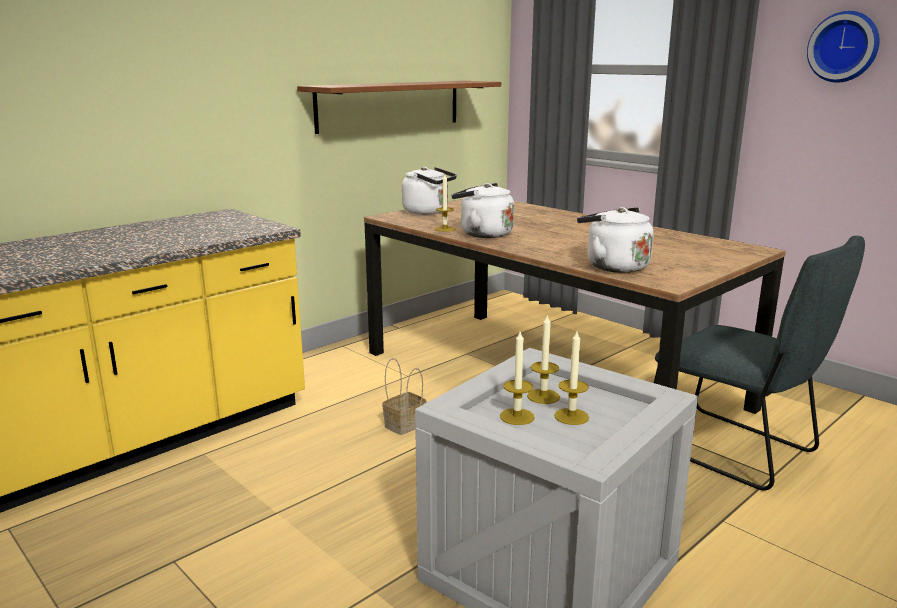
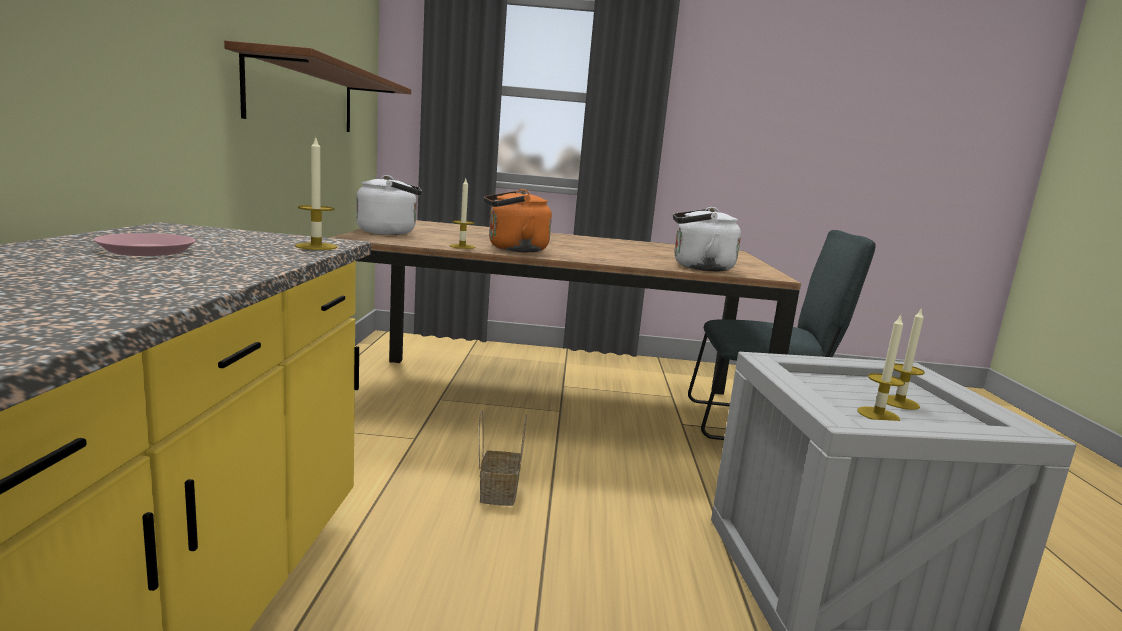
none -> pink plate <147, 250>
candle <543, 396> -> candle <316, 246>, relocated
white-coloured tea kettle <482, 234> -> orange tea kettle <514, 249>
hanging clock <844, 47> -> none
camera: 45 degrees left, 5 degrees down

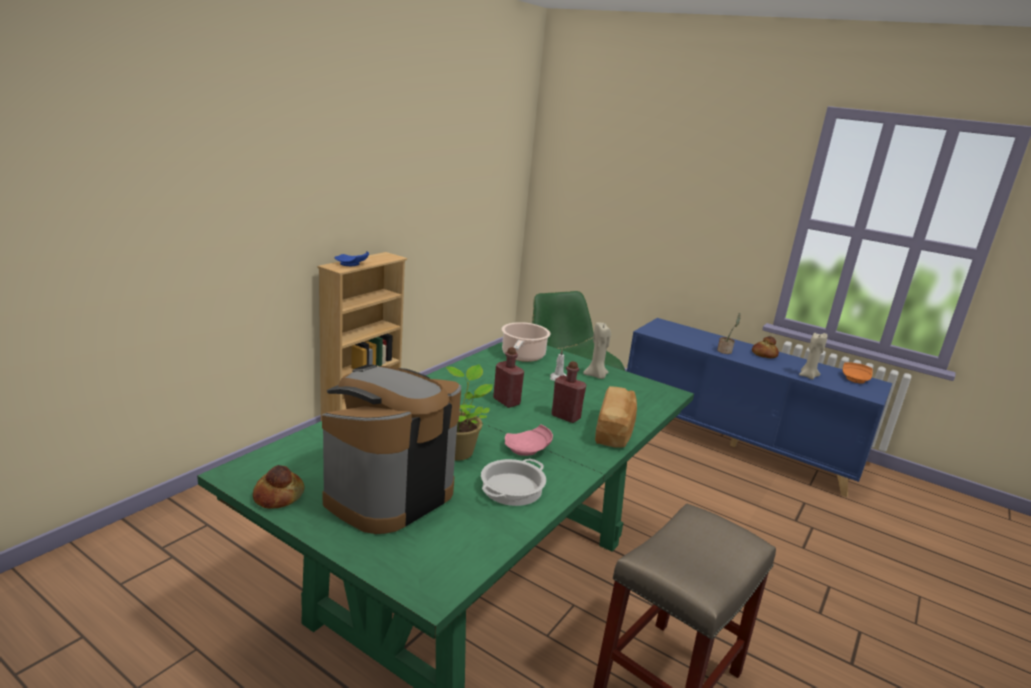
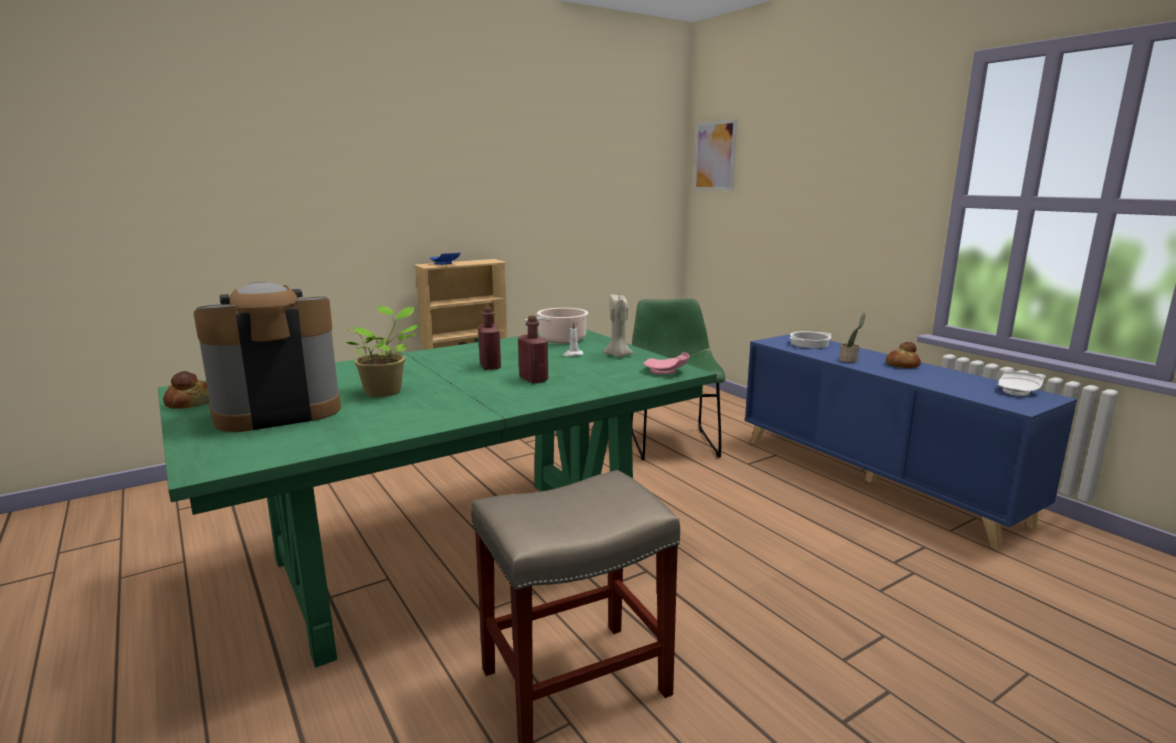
pink plate <528, 449> -> pink plate <666, 371>, relocated
none -> wall picture <715, 156>
stockpot <512, 489> -> stockpot <809, 344>, relocated
orange plate <855, 379> -> white-coloured plate <1017, 391>
bakery bread <615, 431> -> none
beige-coloured candle <808, 376> -> none
camera: 25 degrees right, 5 degrees down

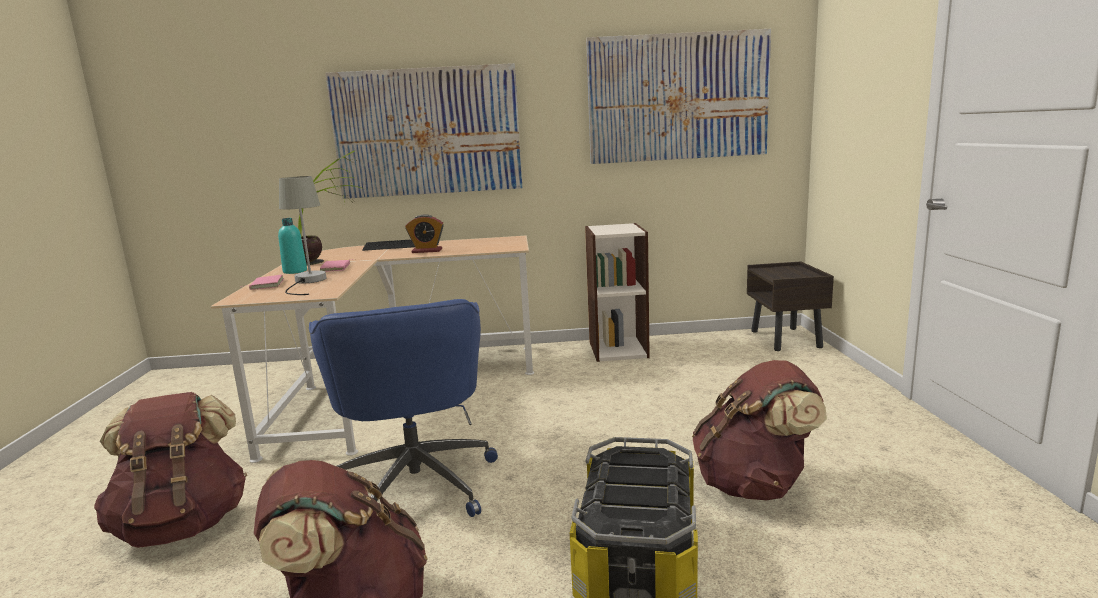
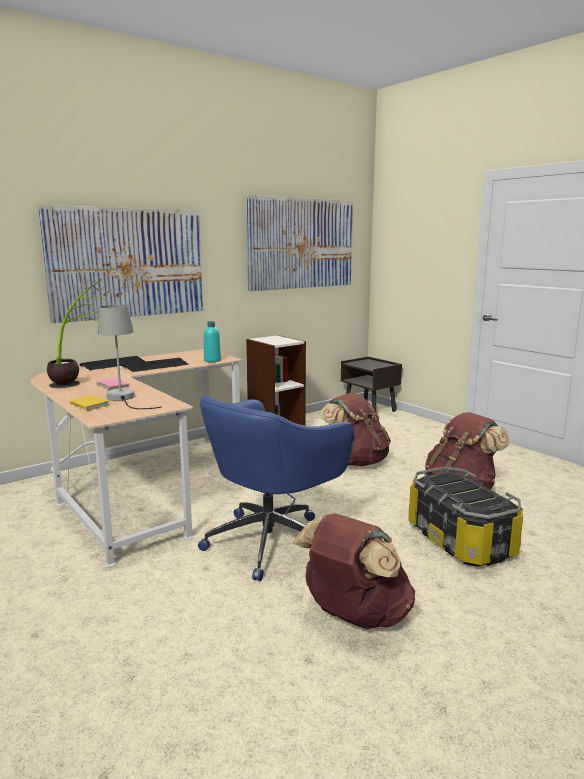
pink bound book <265, 285> -> yellowish bound book <88, 405>
bedside clock <427, 251> -> PC keyboard <156, 366>
blue-coloured office chair <416, 482> -> blue-coloured office chair <272, 540>, 90 degrees clockwise
turquoise-coloured beverage bottle <295, 271> -> turquoise-coloured beverage bottle <212, 360>, relocated
brownish rucksack <183, 525> -> brownish rucksack <355, 461>, relocated
camera: 35 degrees left, 0 degrees up

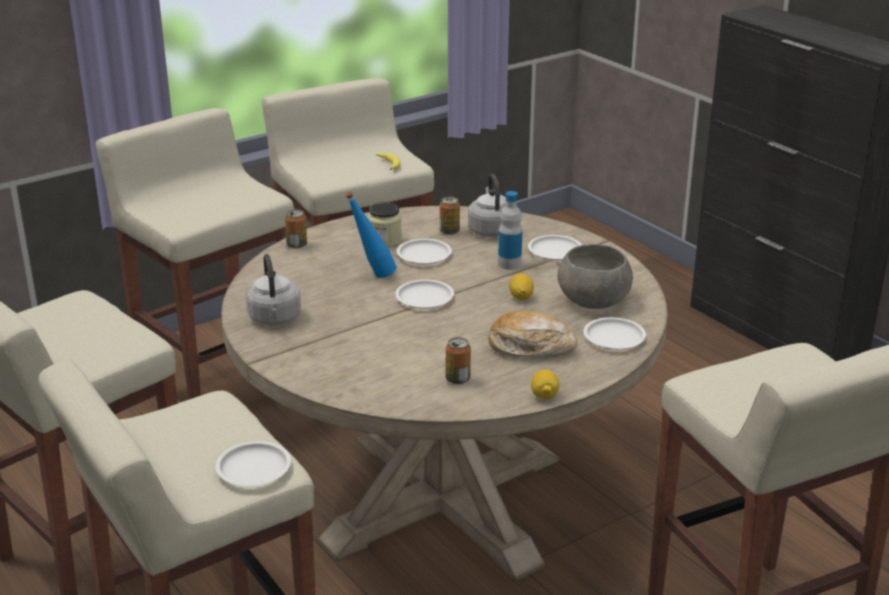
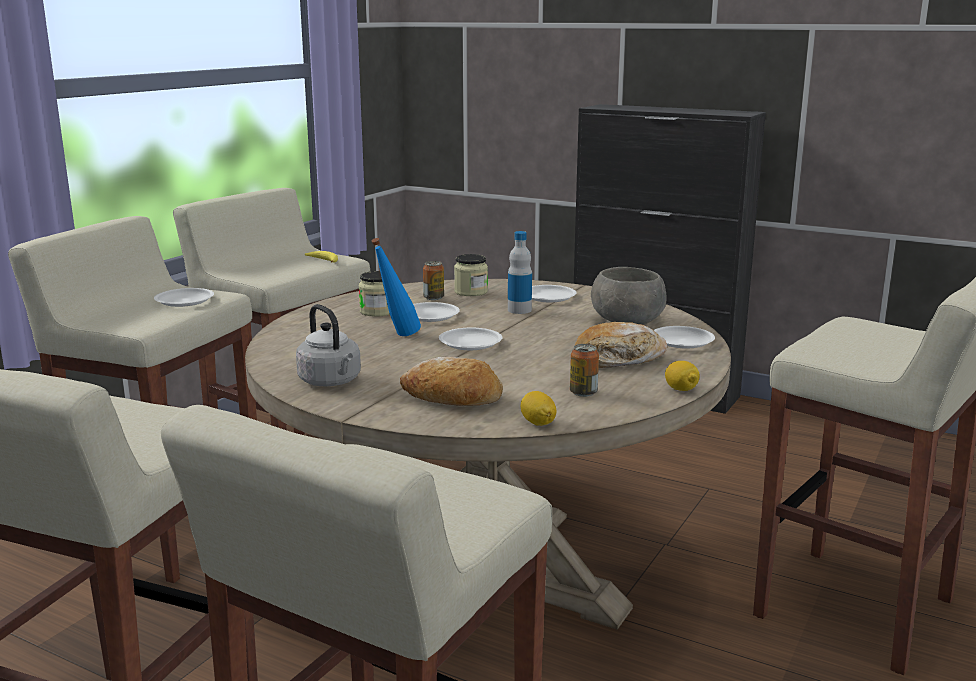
white-coloured plate <254, 469> -> white-coloured plate <185, 301>, relocated
none -> bakery bread <452, 398>
greyish tea kettle <490, 230> -> storage jar <471, 292>
citrus fruit <521, 297> -> citrus fruit <538, 423>, relocated
metal can <297, 245> -> none
camera: 25 degrees left, 10 degrees down

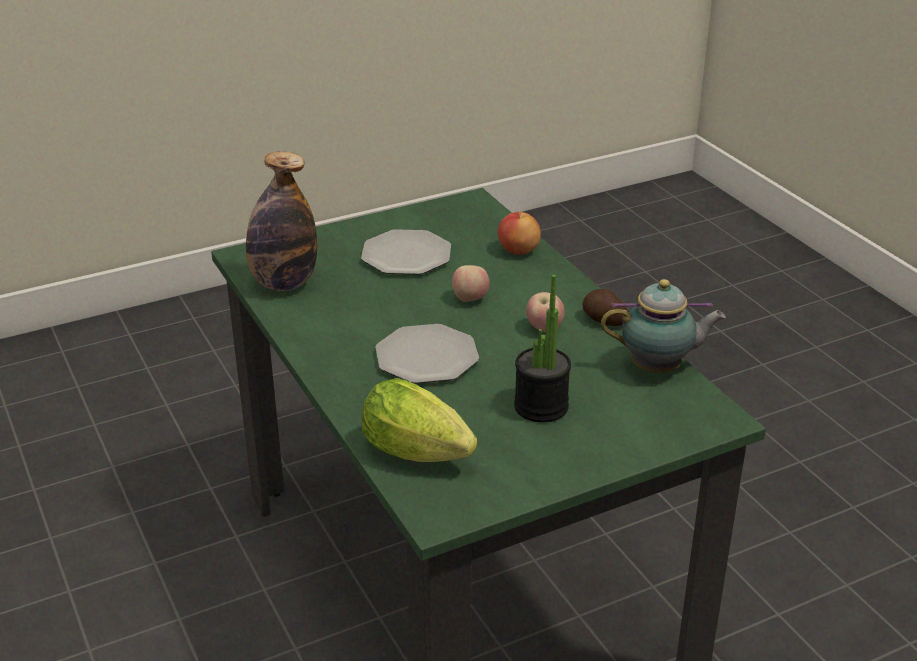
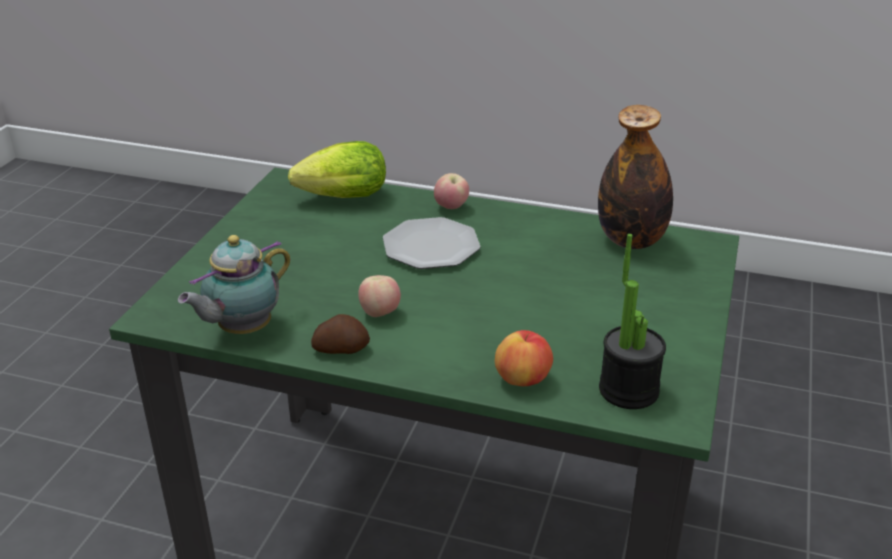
apple <470, 299> -> apple <451, 207>, relocated
plant in a pot <541, 406> -> plant in a pot <628, 390>, relocated
plate <407, 256> -> none
camera: 135 degrees right, 0 degrees up

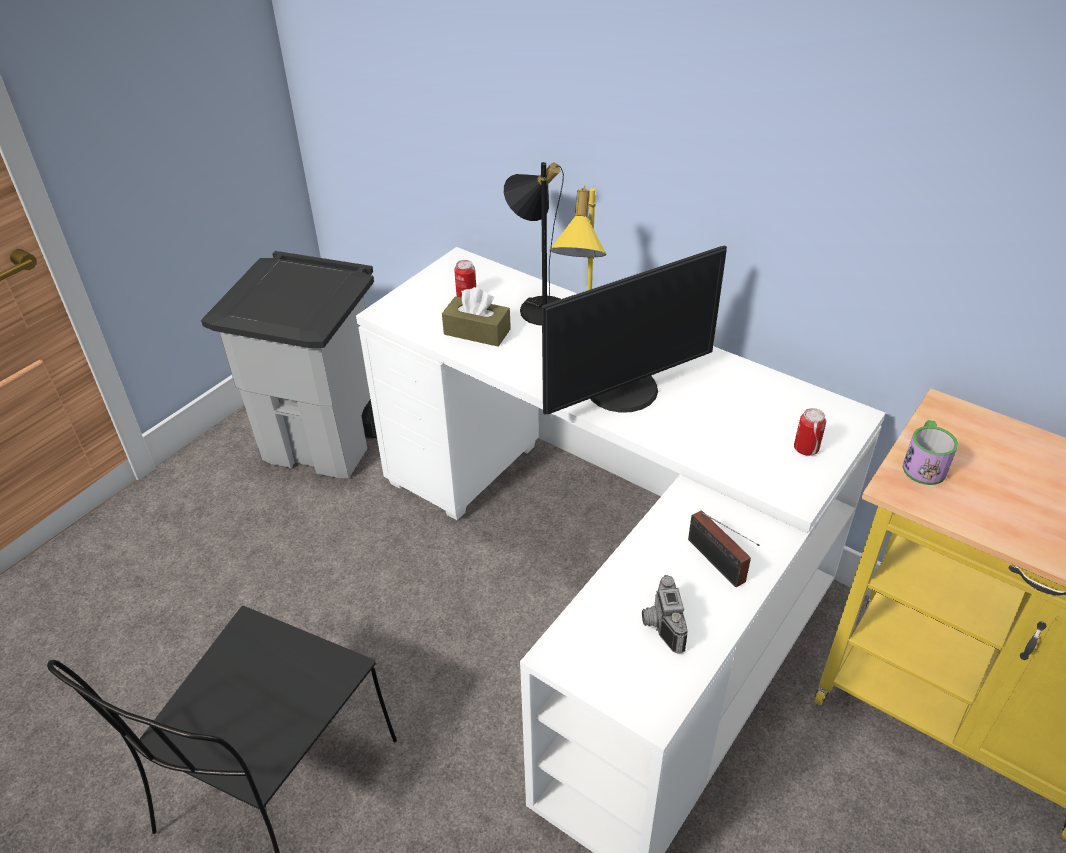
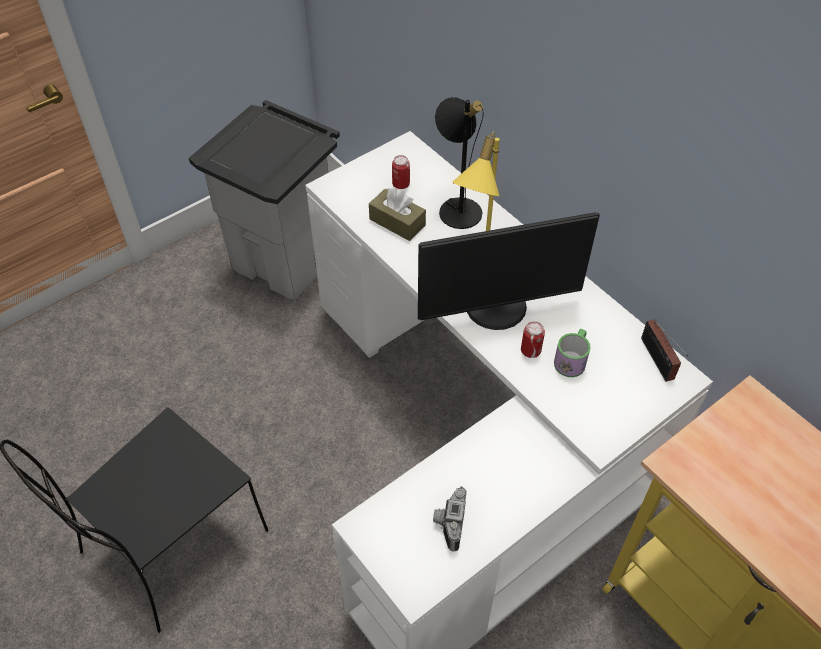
metal can <806, 449> -> metal can <530, 351>, relocated
mug <923, 464> -> mug <572, 359>, relocated
radio receiver <718, 564> -> radio receiver <658, 361>, relocated
camera: 15 degrees right, 10 degrees up

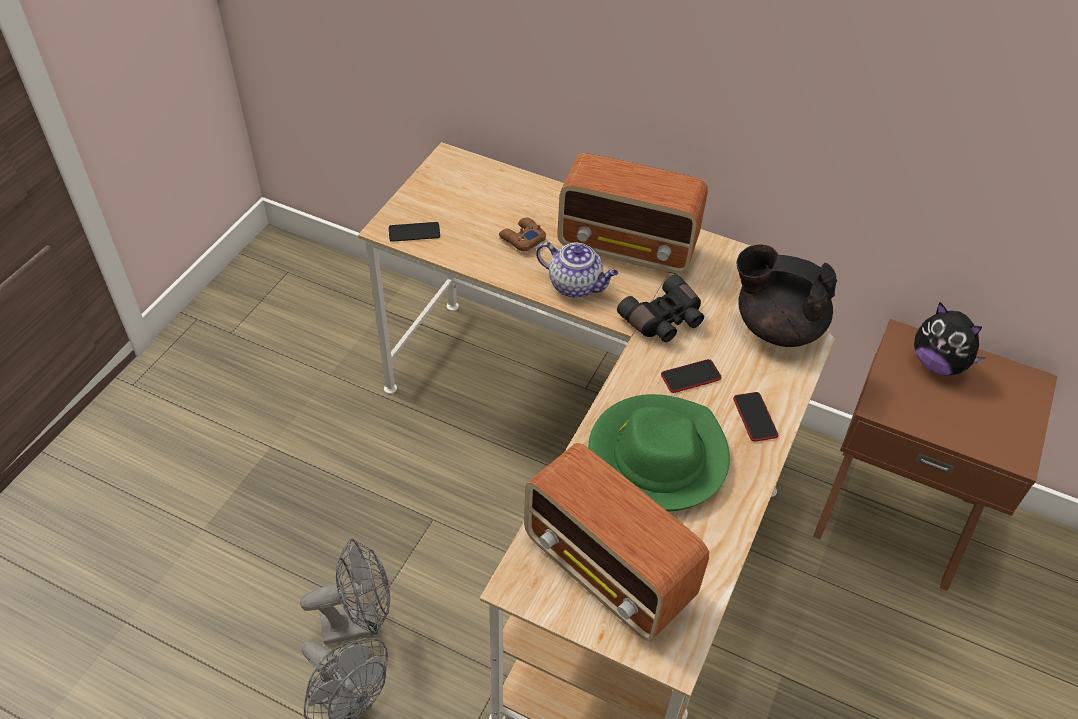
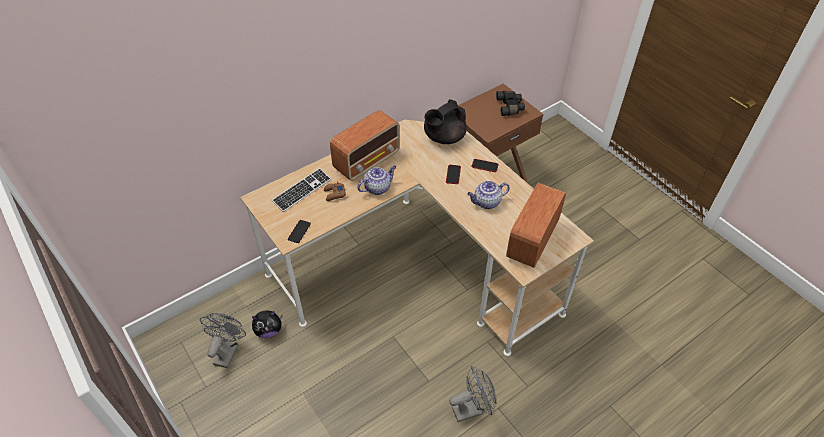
greyish fan <359, 622> -> greyish fan <228, 351>, relocated
soft toy <938, 363> -> soft toy <269, 331>, relocated
none -> PC keyboard <302, 191>
greenish wearable hat <657, 456> -> teapot <486, 202>
black-coloured pair of binoculars <664, 320> -> black-coloured pair of binoculars <510, 107>, relocated
radio receiver <608, 571> -> radio receiver <532, 241>, 135 degrees clockwise
camera: 60 degrees left, 0 degrees up

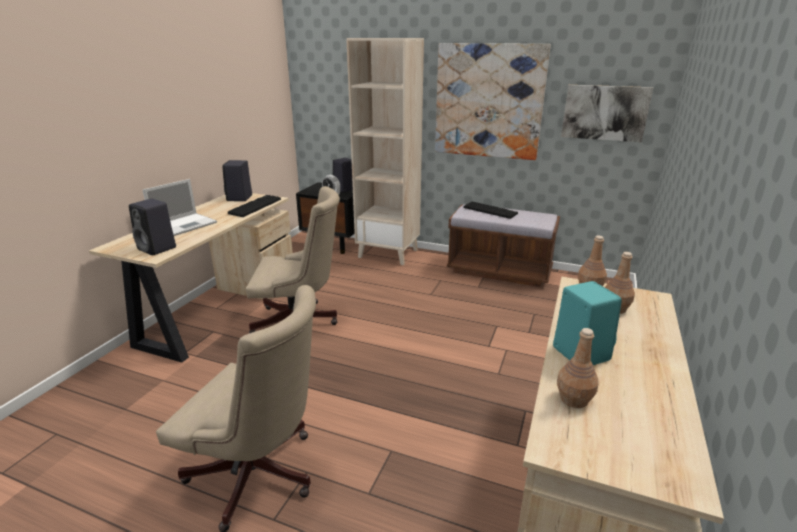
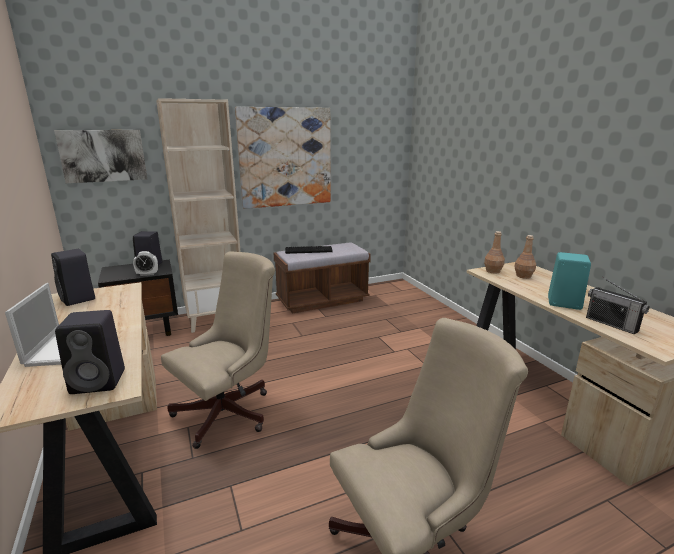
wall picture <604, 112> -> wall picture <103, 155>, relocated
brownish beverage bottle <574, 399> -> radio receiver <611, 324>
PC keyboard <255, 206> -> none
camera: 45 degrees left, 5 degrees down

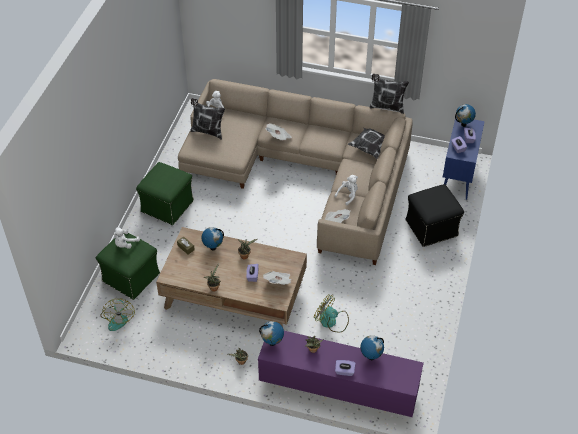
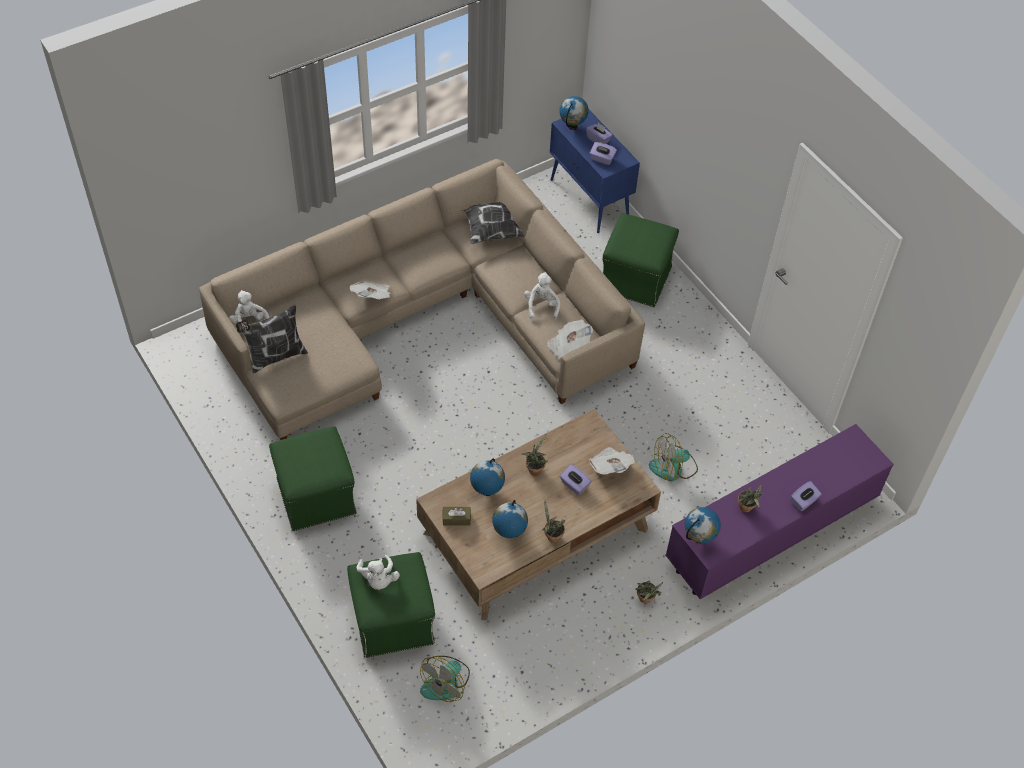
fan <118, 318> -> fan <446, 682>, 90 degrees clockwise
globe <371, 357> -> globe <509, 533>, relocated
black-coloured pouffe <432, 228> -> greenish pouffe <635, 278>
pillow <386, 107> -> none
camera: 50 degrees left, 5 degrees up

